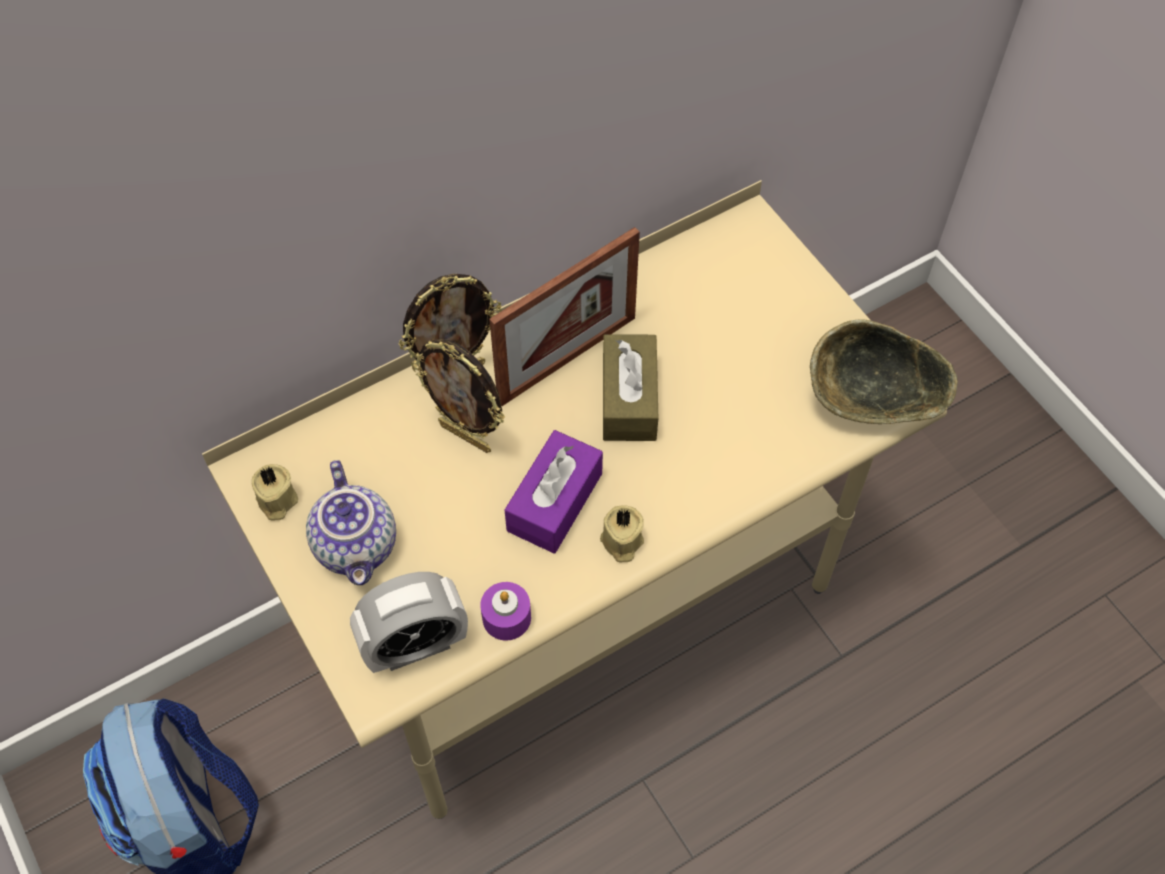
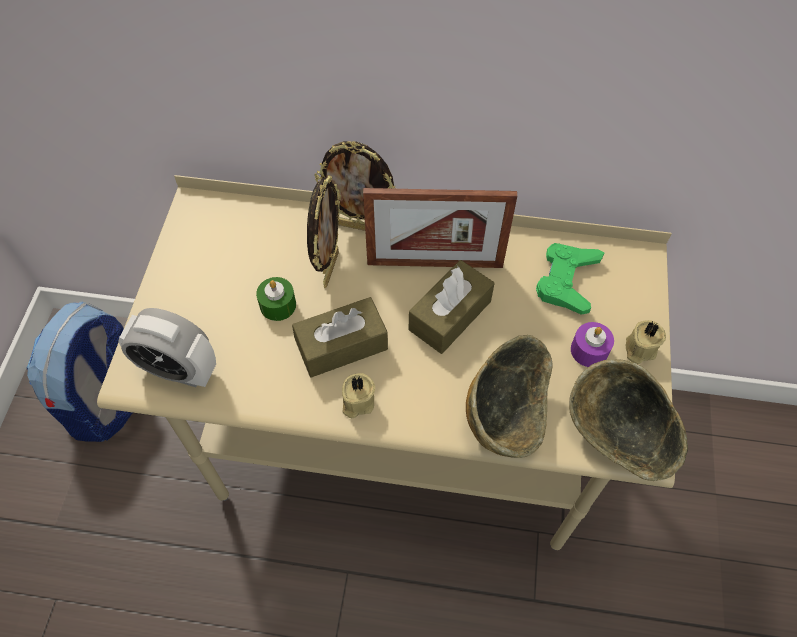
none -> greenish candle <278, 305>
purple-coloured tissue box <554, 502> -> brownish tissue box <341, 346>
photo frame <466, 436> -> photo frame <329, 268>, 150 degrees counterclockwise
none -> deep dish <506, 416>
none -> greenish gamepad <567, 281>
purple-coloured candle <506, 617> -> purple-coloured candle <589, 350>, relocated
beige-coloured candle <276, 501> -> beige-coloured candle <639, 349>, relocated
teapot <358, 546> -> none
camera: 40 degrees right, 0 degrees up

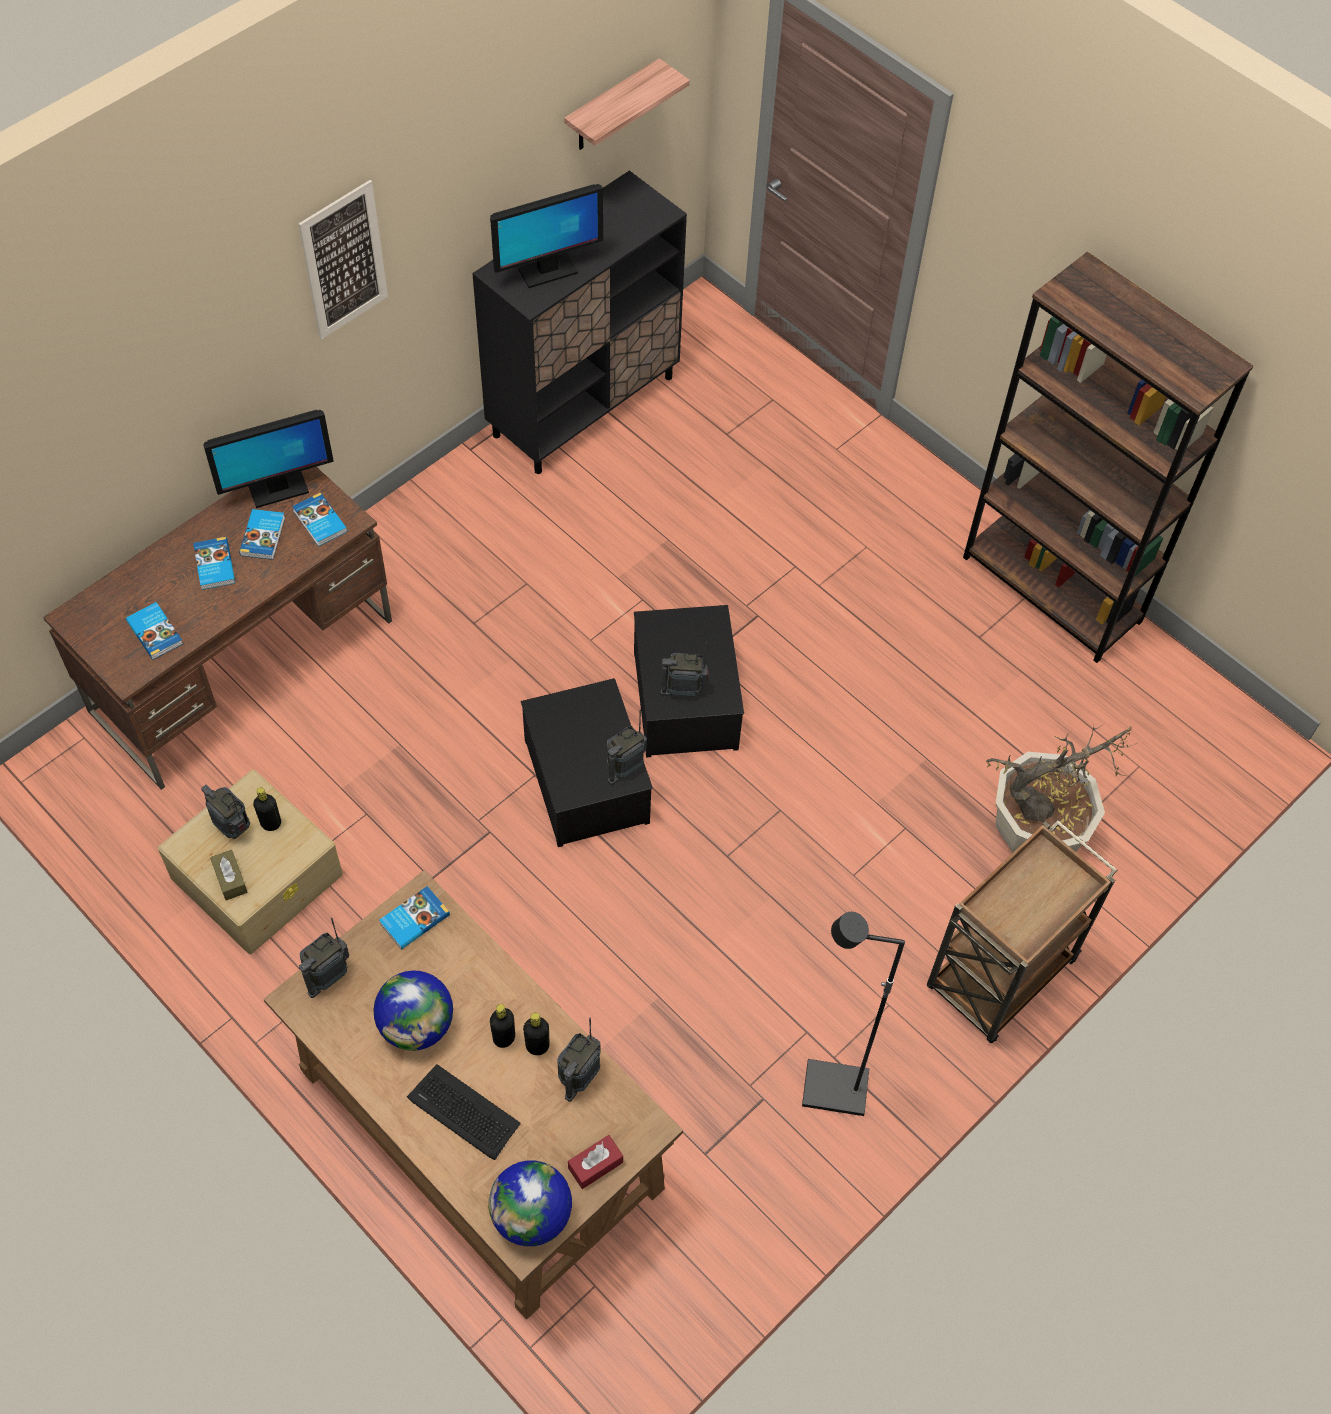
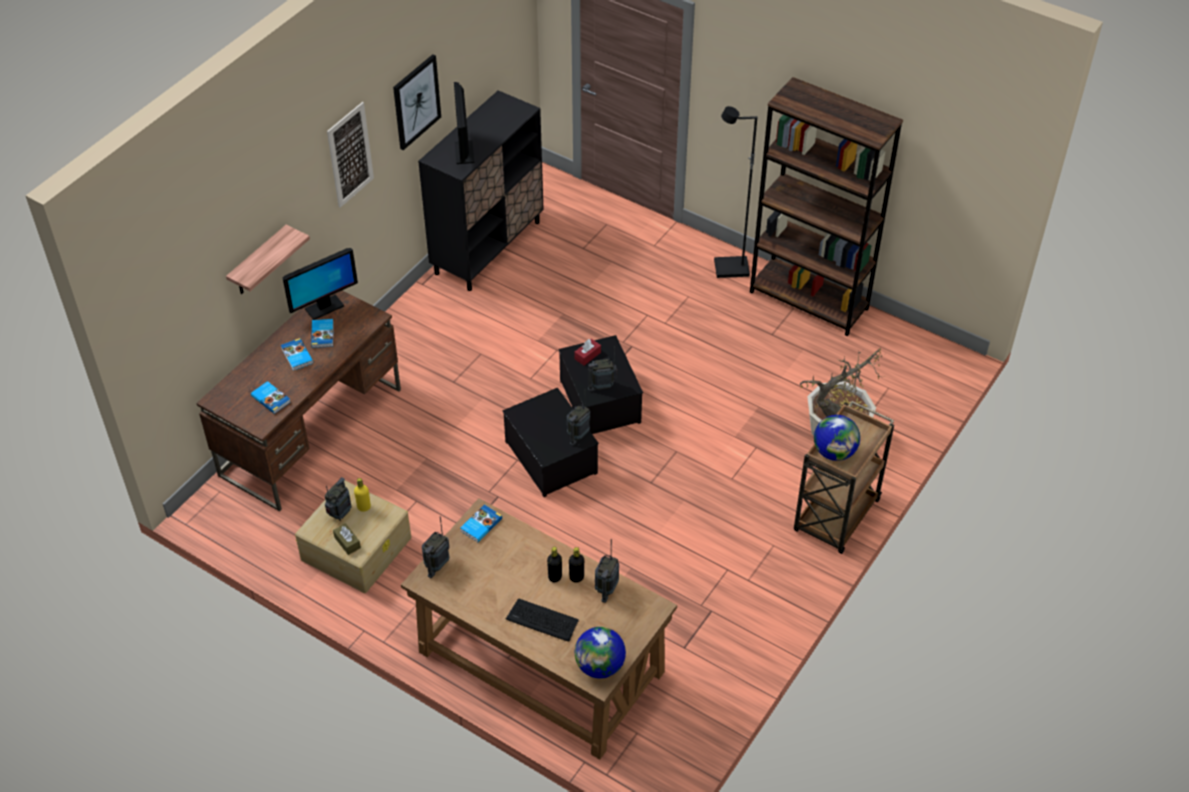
wall shelf <612, 107> -> wall shelf <259, 262>, relocated
radio receiver <233, 828> -> radio receiver <340, 514>, 90 degrees clockwise
black-coloured beverage bottle <271, 823> -> yellowish beverage bottle <364, 507>
none -> wall picture <416, 101>
computer screen <547, 271> -> computer screen <464, 152>, 120 degrees clockwise
reddish tissue box <595, 1165> -> reddish tissue box <587, 355>, relocated
black-coloured floor lamp <833, 1090> -> black-coloured floor lamp <731, 269>, relocated
globe <417, 1025> -> globe <834, 452>, relocated
bound book <319, 522> -> none
camera: 10 degrees left, 10 degrees down

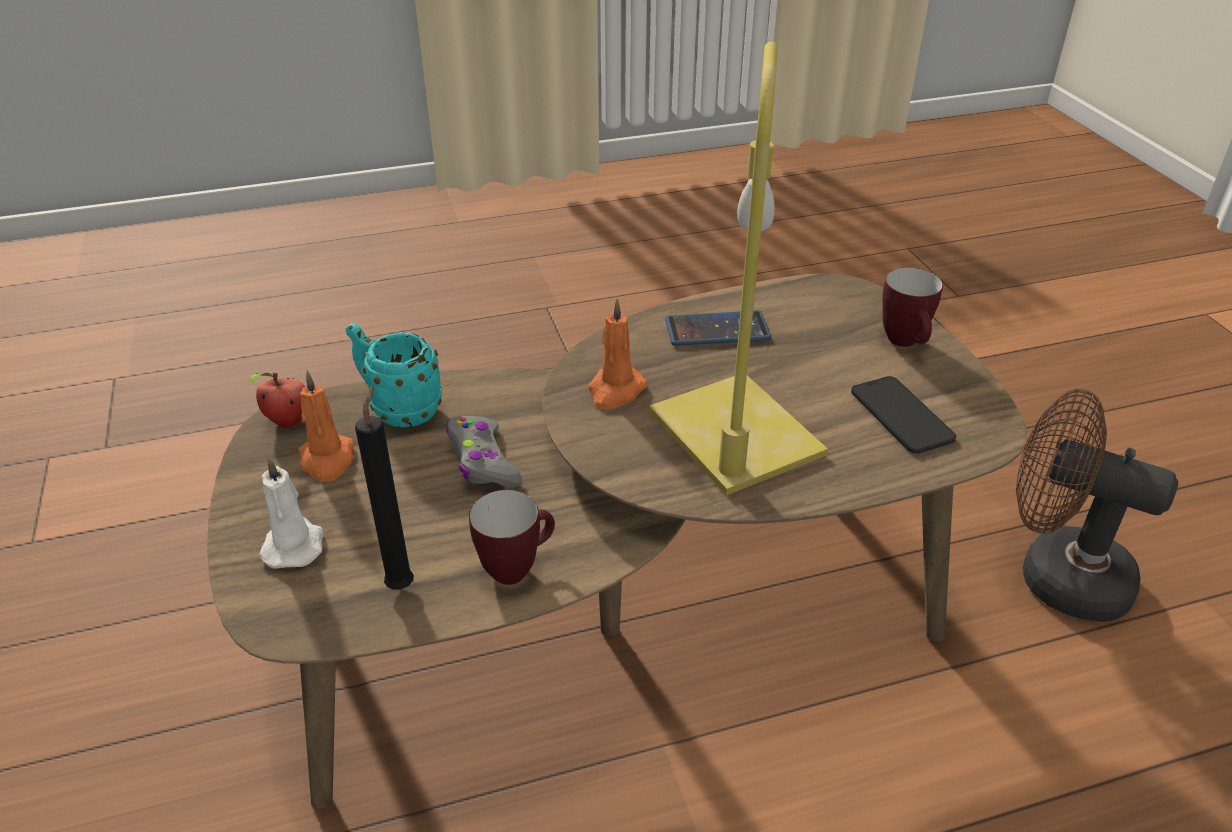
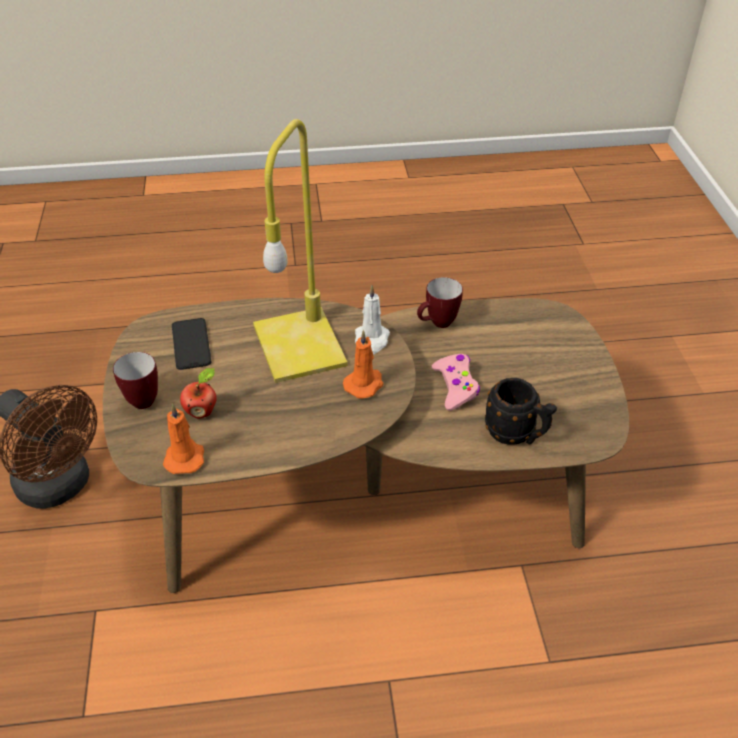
orange candle <327, 460> -> orange candle <185, 457>, relocated
apple <287, 423> -> apple <202, 412>, relocated
white-coloured candle <294, 544> -> white-coloured candle <371, 340>, relocated
greyish gamepad <482, 462> -> pink gamepad <455, 386>
turquoise-coloured mug <398, 408> -> black-coloured mug <516, 435>
black-coloured candle <402, 583> -> none
phone <717, 330> -> none
camera: 170 degrees left, 5 degrees up

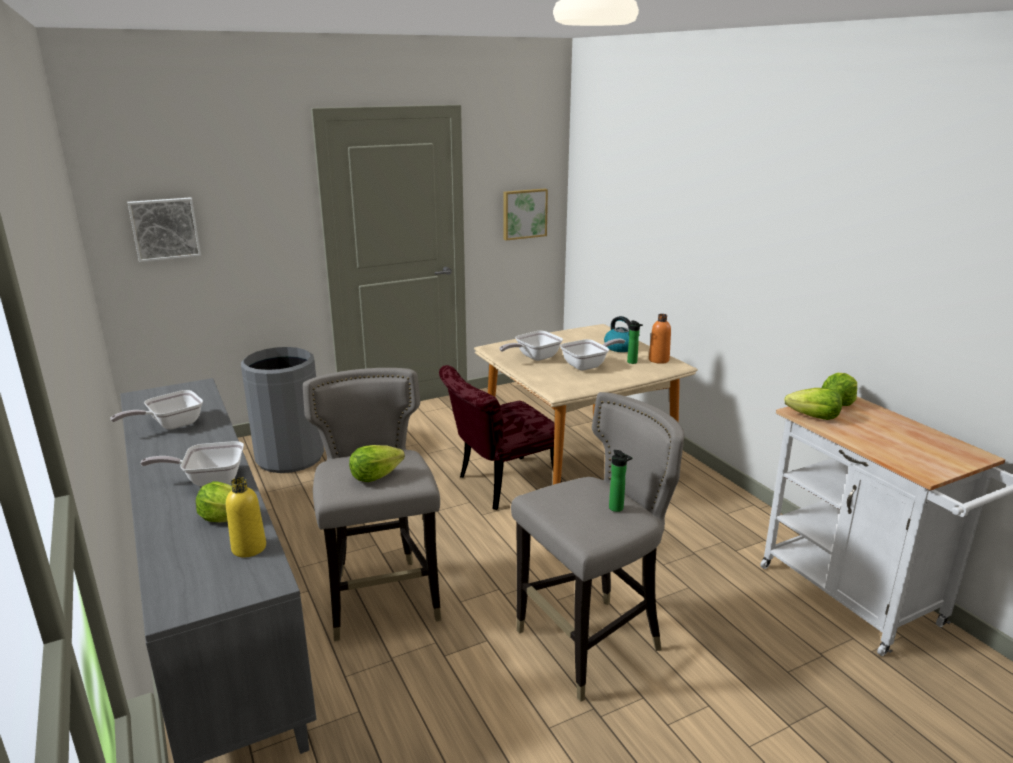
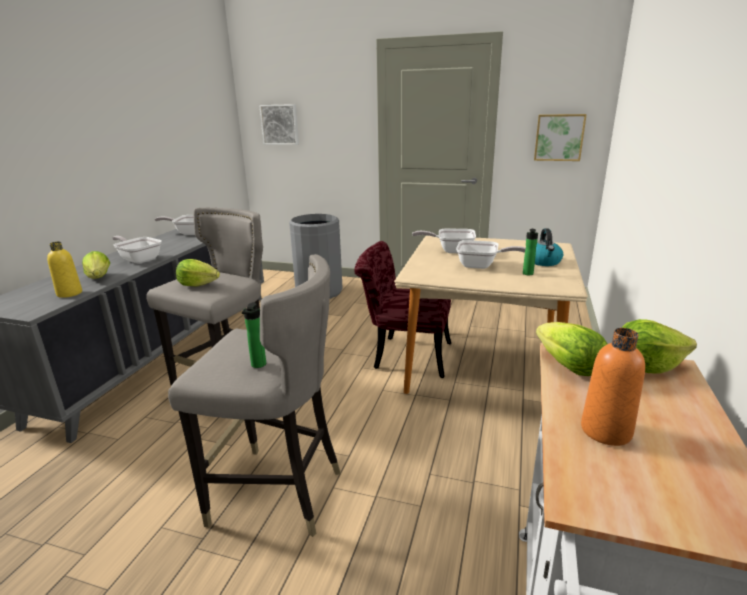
orange beverage bottle <658, 360> -> orange beverage bottle <606, 431>, relocated
camera: 45 degrees right, 0 degrees up

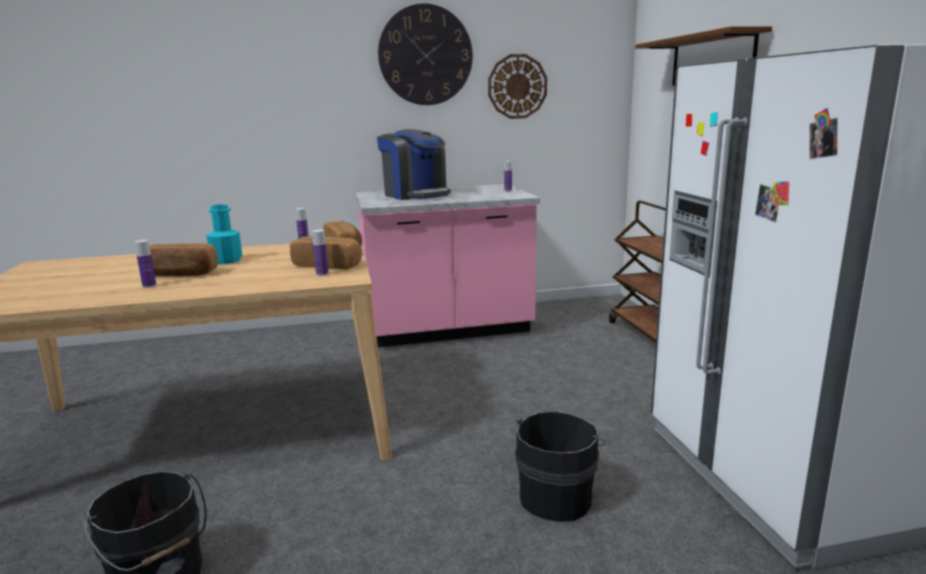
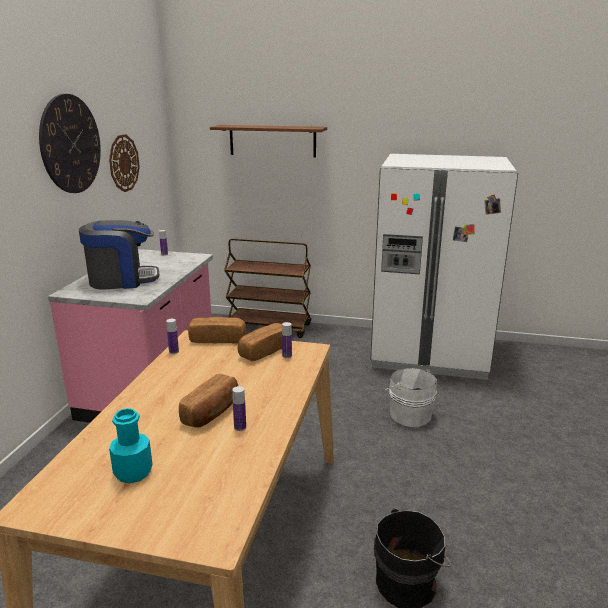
turquoise-coloured beverage bottle <226, 260> -> turquoise-coloured beverage bottle <133, 472>, relocated
black-coloured bucket <557, 496> -> white-coloured bucket <409, 414>
camera: 65 degrees left, 5 degrees up

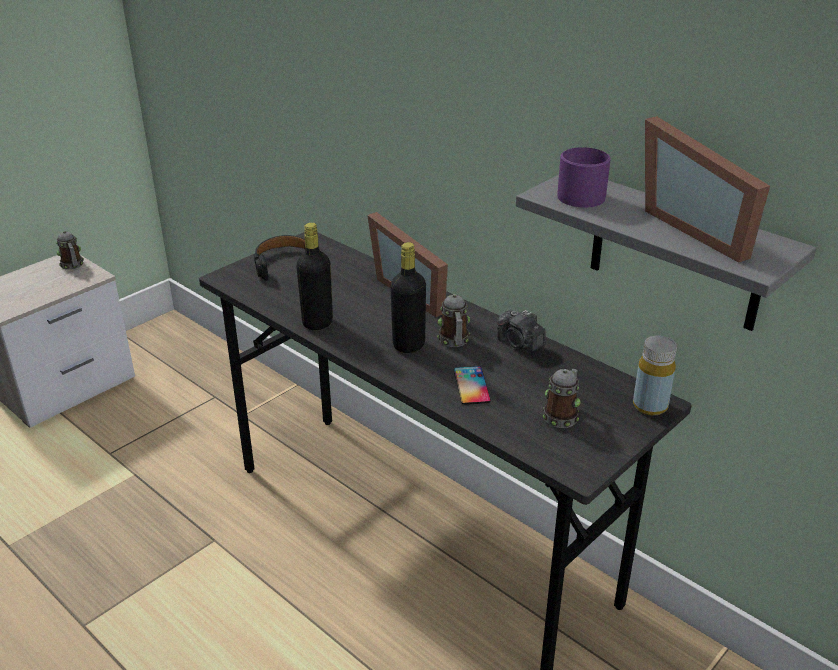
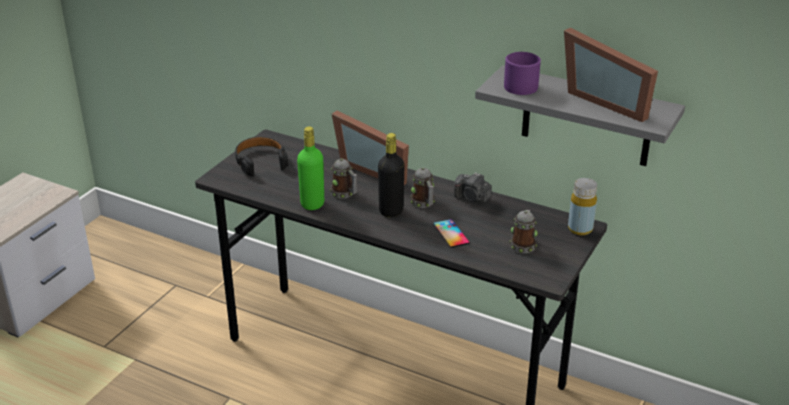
black-coloured beverage bottle <317, 323> -> greenish beverage bottle <312, 204>
mug <73, 266> -> mug <344, 194>, relocated
camera: 15 degrees left, 0 degrees up

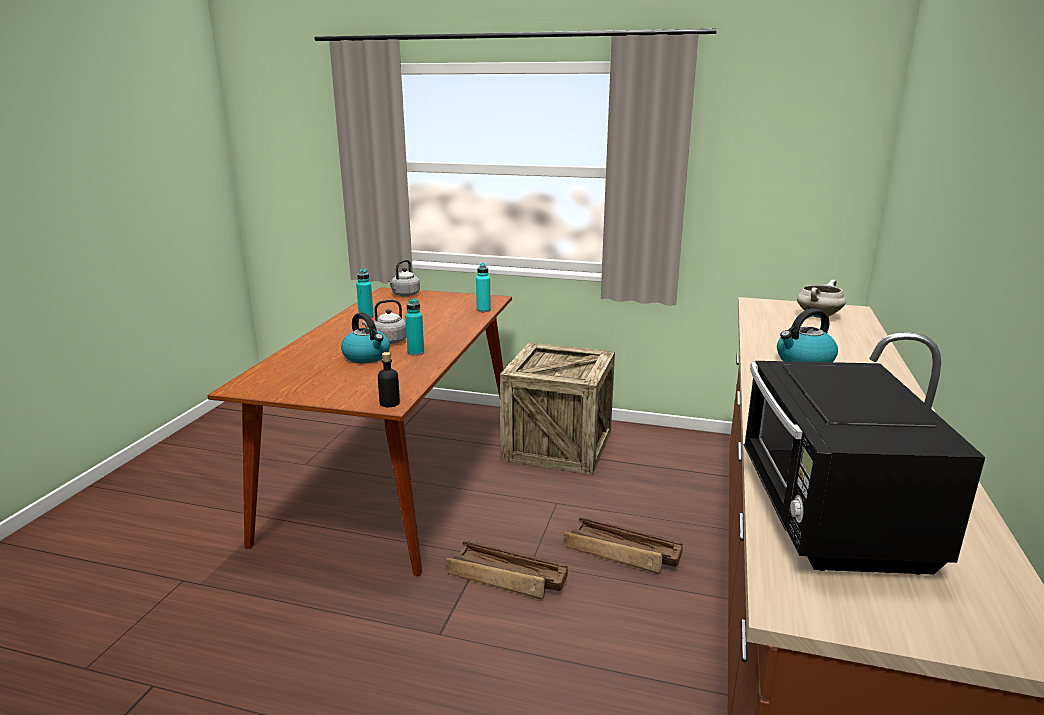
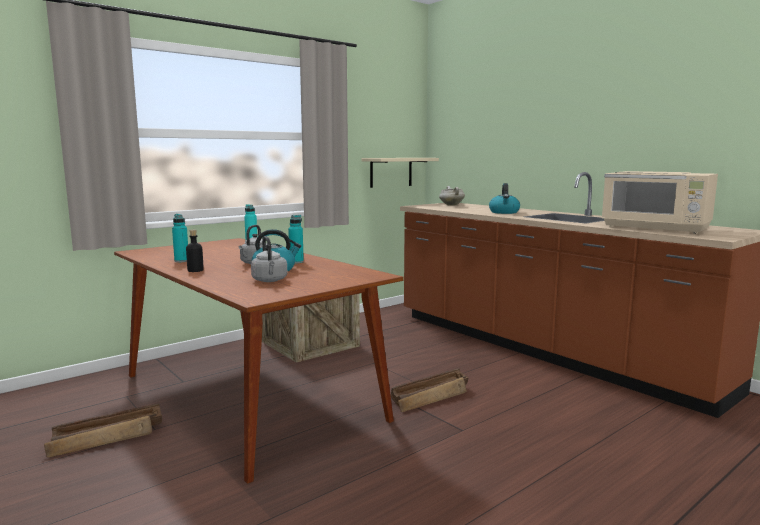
packing crate <622, 553> -> packing crate <108, 437>, relocated
black-coloured beverage bottle <389, 403> -> black-coloured beverage bottle <195, 270>, relocated
greyish tea kettle <404, 295> -> greyish tea kettle <270, 280>, relocated
none -> beige-coloured wall shelf <391, 172>
black-coloured microwave <830, 515> -> beige-coloured microwave <656, 228>
camera: 55 degrees left, 10 degrees down

